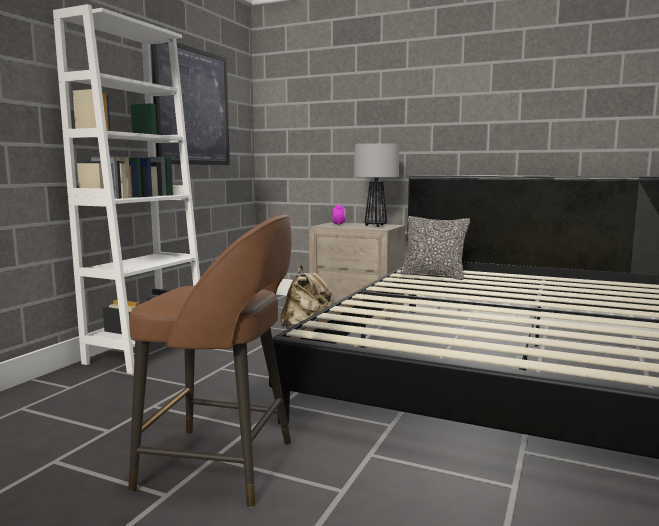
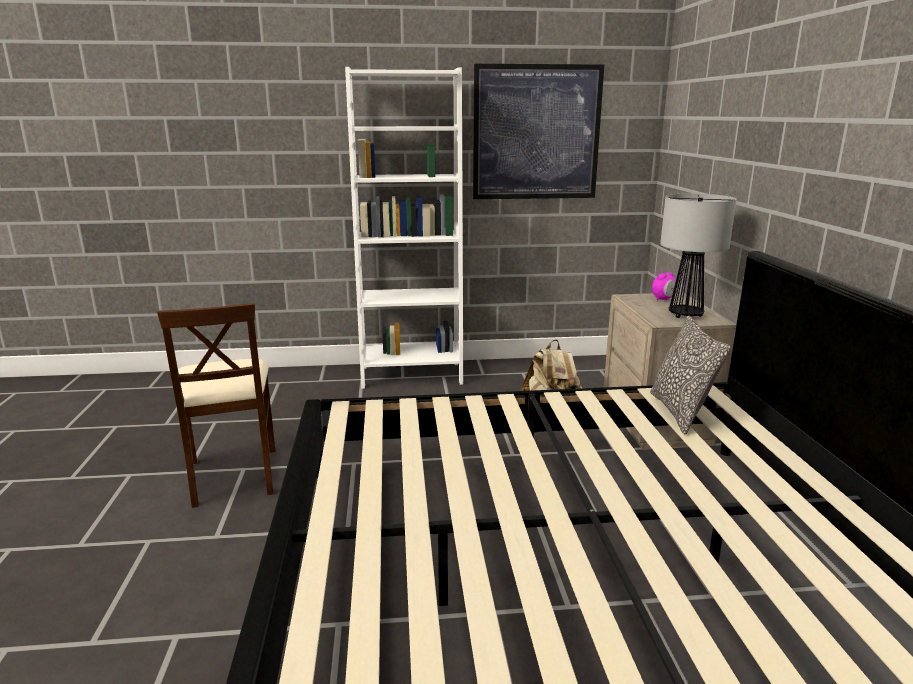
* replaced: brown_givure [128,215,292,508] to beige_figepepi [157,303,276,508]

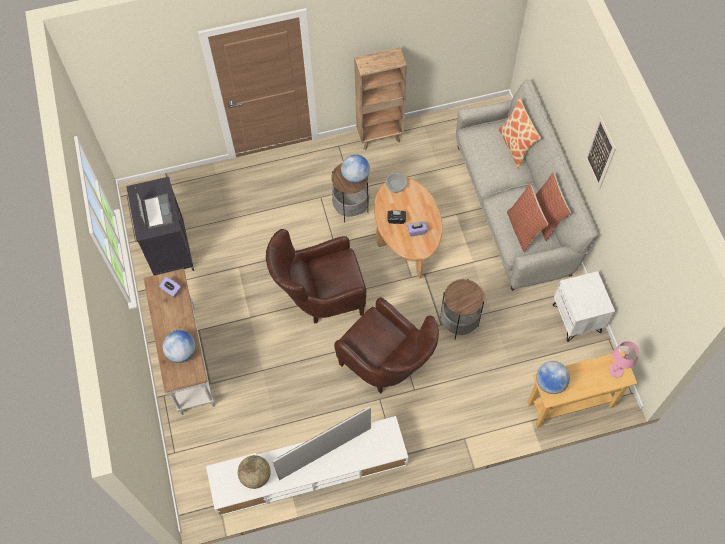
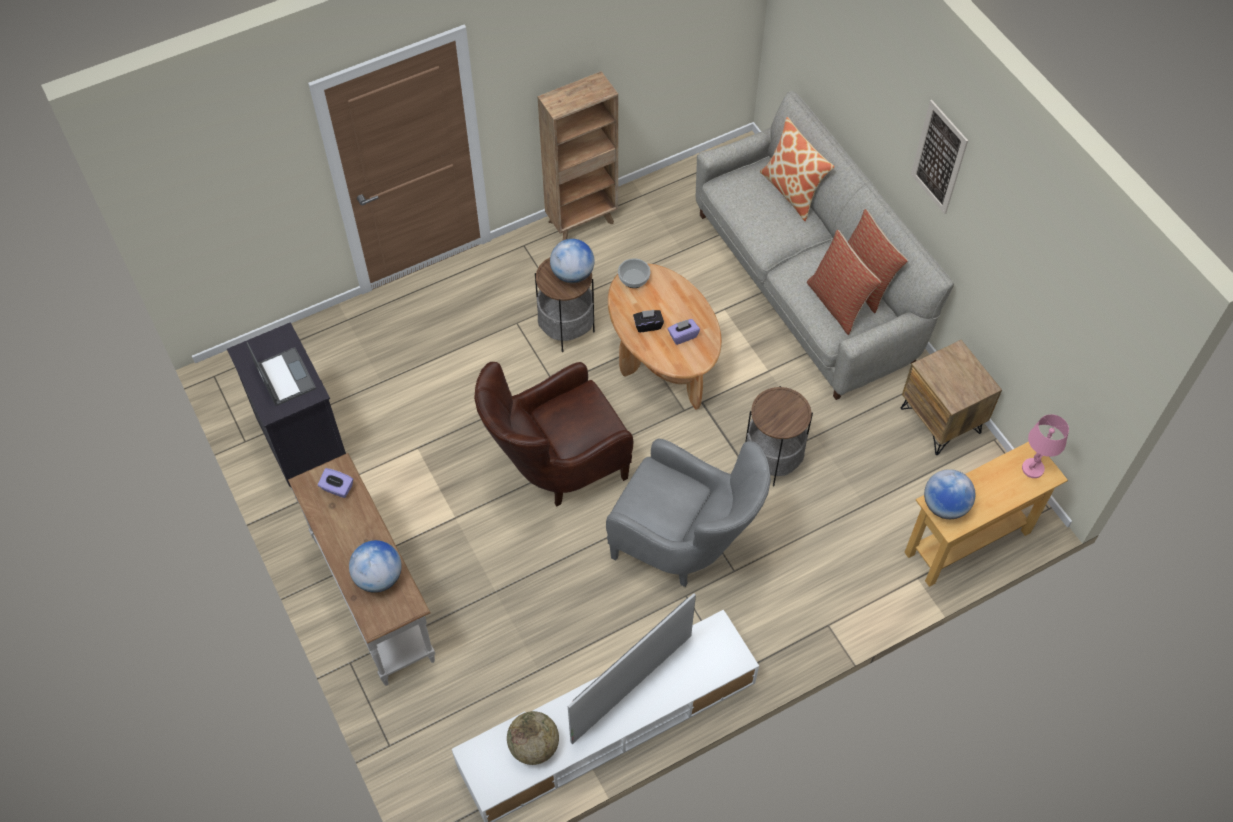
* recoloured: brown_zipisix [334,297,439,393] to grey_zipisix [606,438,771,587]
* recoloured: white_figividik [553,271,615,342] to brown_figividik [901,340,1002,455]

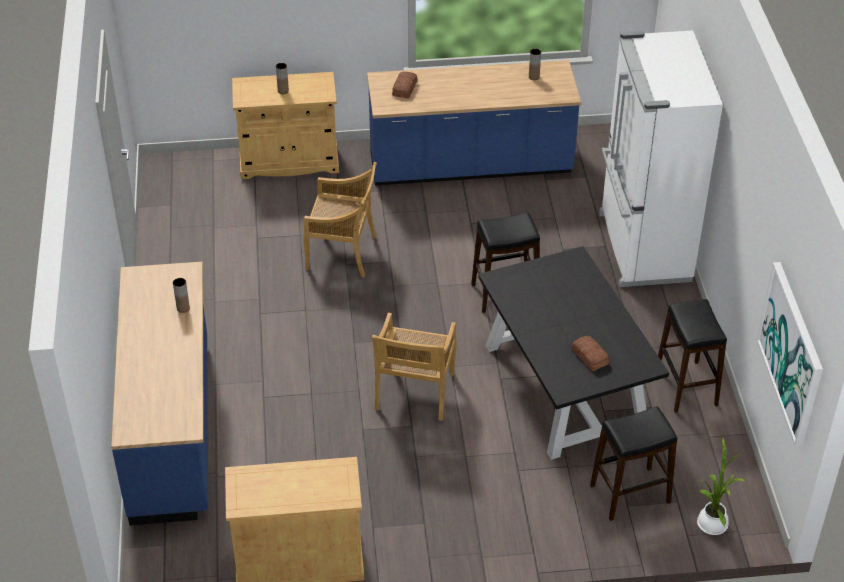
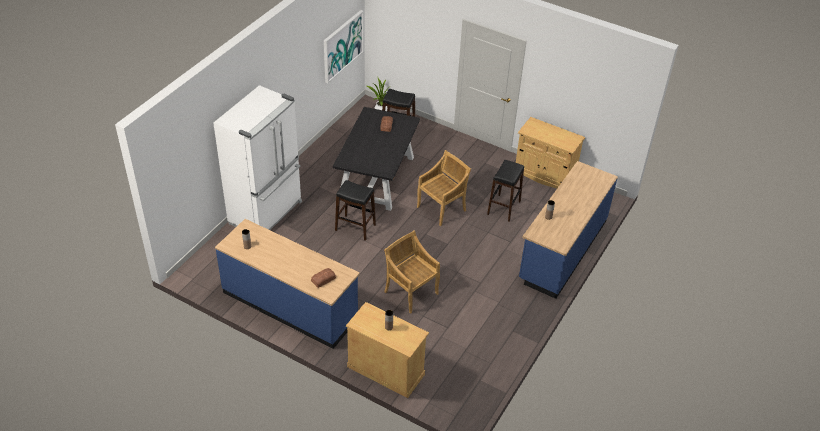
* moved: black_givure [658,299,727,413] to [487,160,524,222]

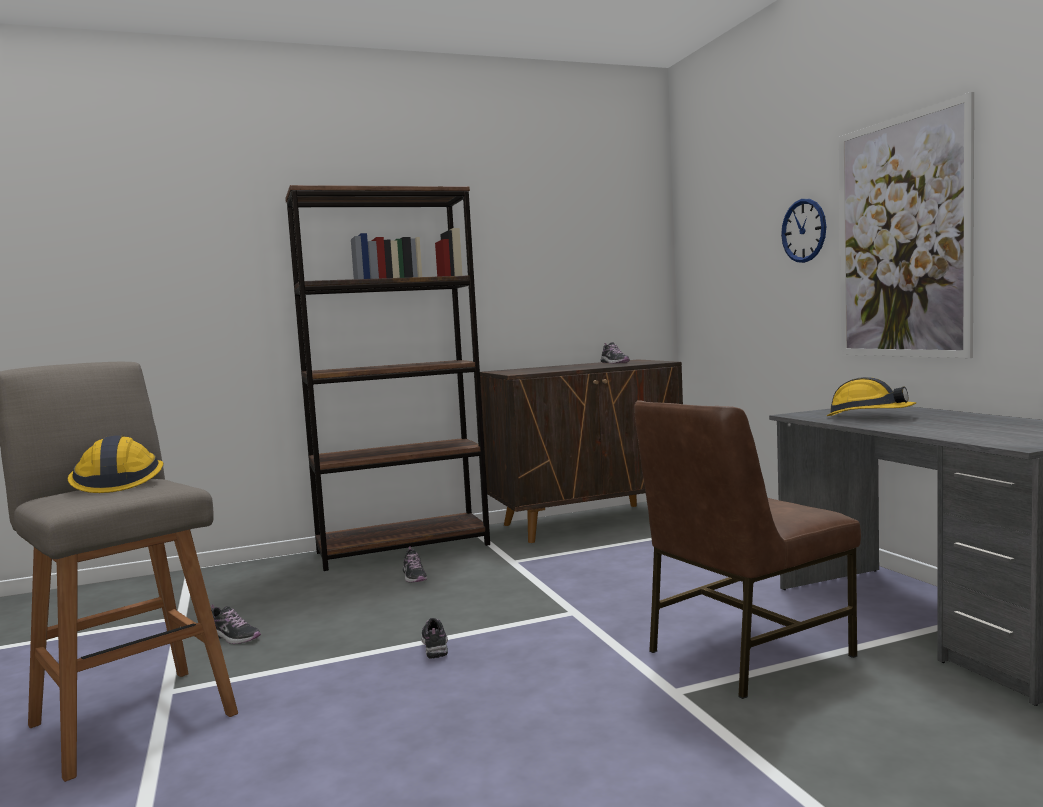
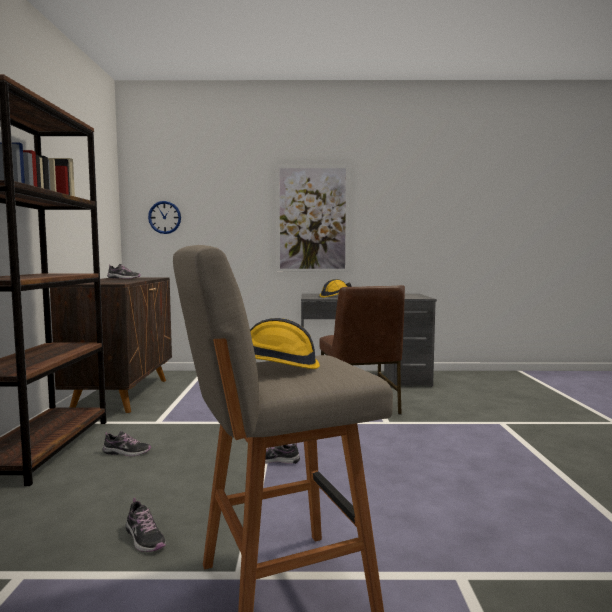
* turned: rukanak [211,604,261,644] = [126,498,166,552] 90 degrees clockwise
* moved: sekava [781,199,826,263] to [148,201,181,234]

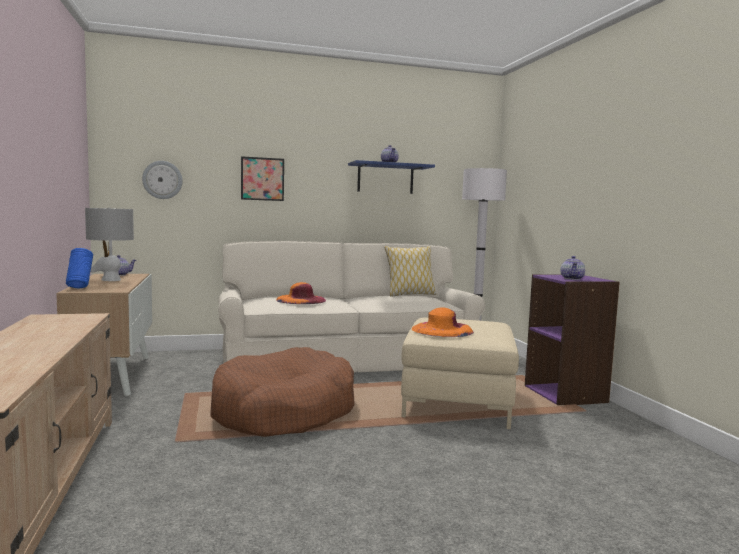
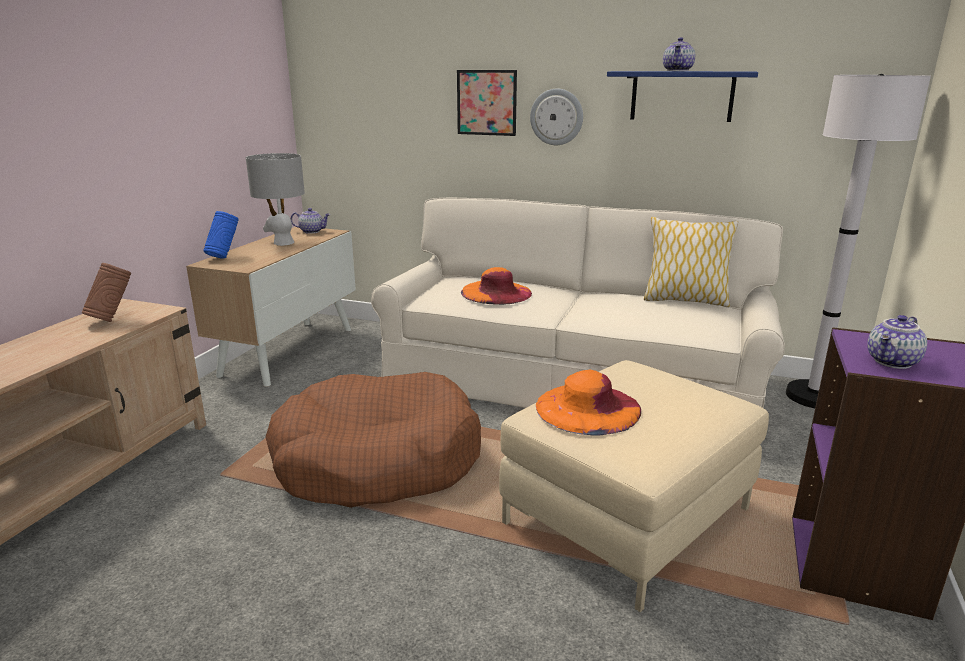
* moved: sekava [142,161,183,199] to [530,89,583,145]
* added: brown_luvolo [82,263,131,322]

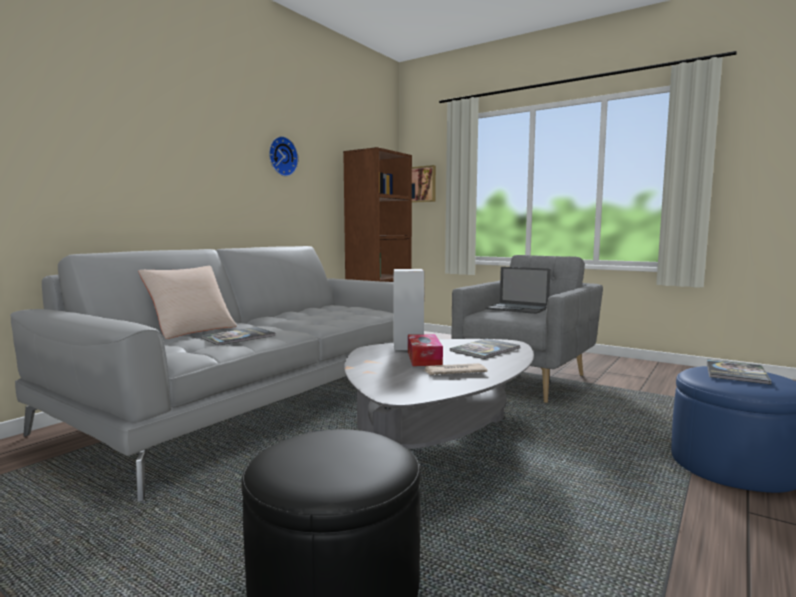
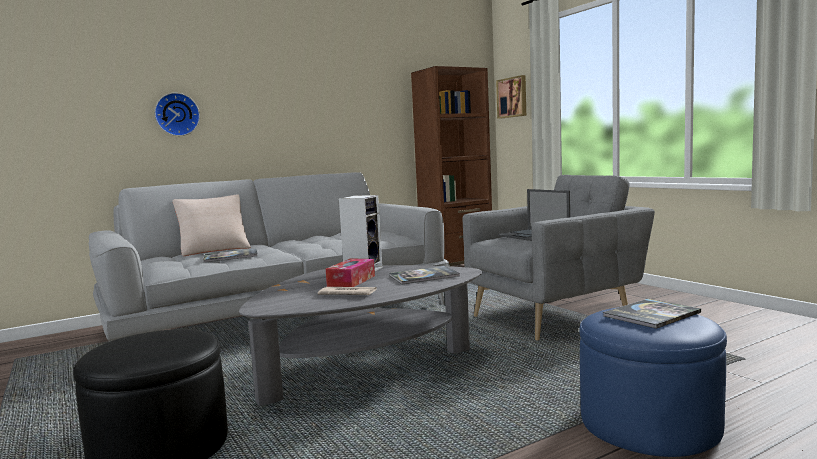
* moved: sekava [269,136,298,176] to [154,93,200,136]

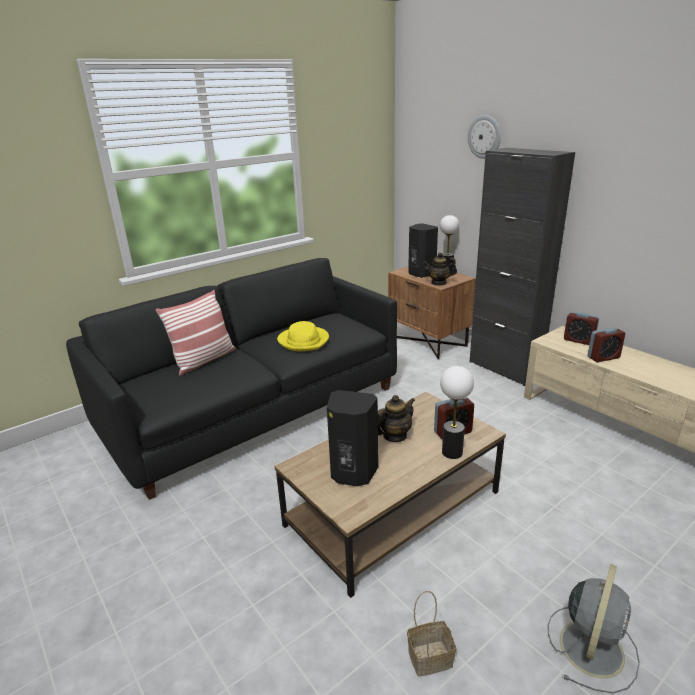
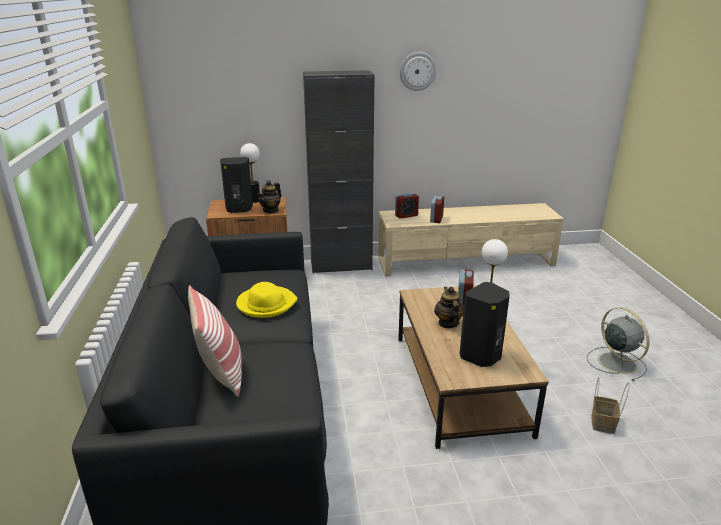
* moved: sekava [468,115,501,159] to [400,52,437,91]

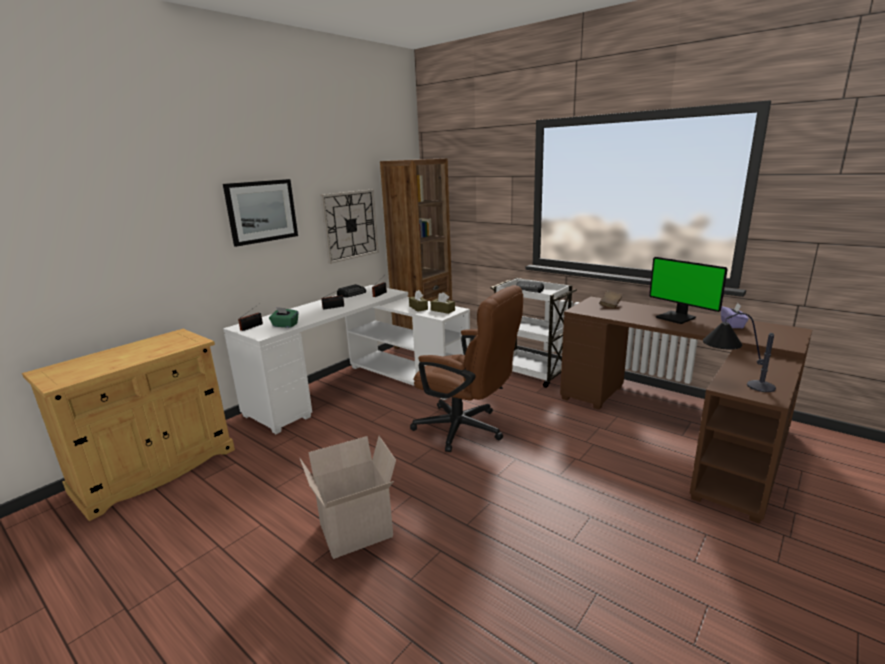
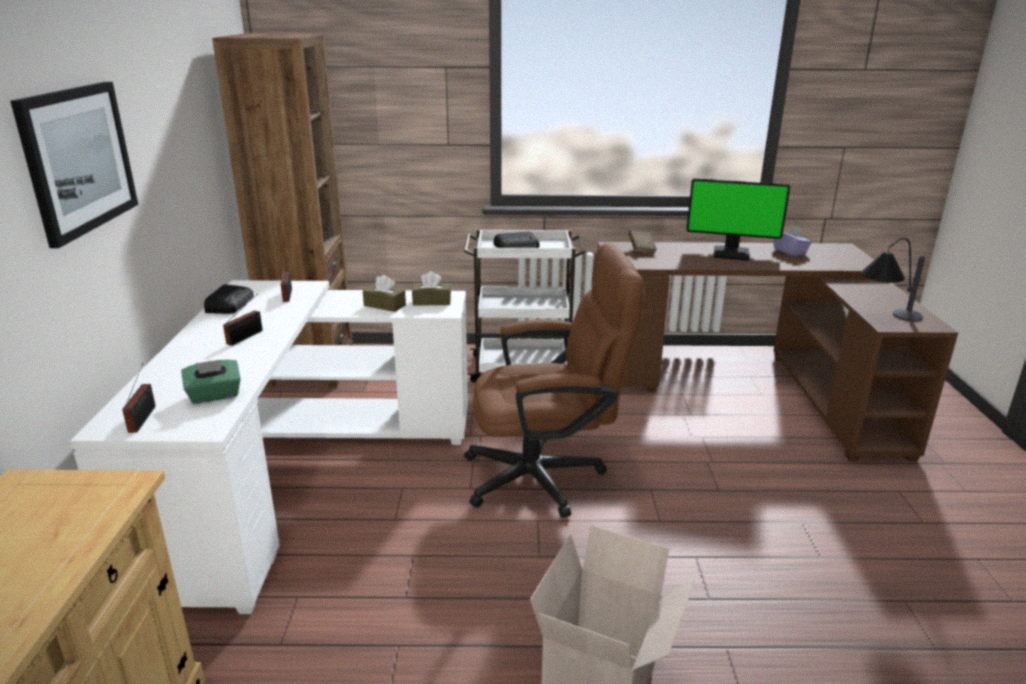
* removed: sekava [320,189,379,264]

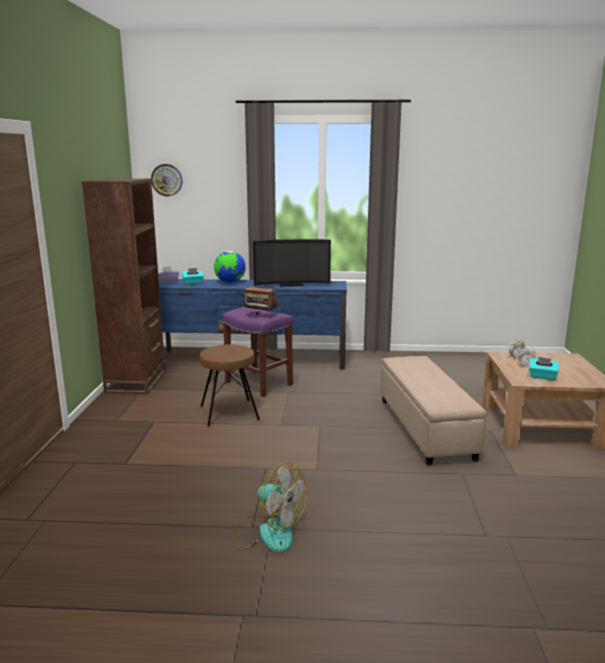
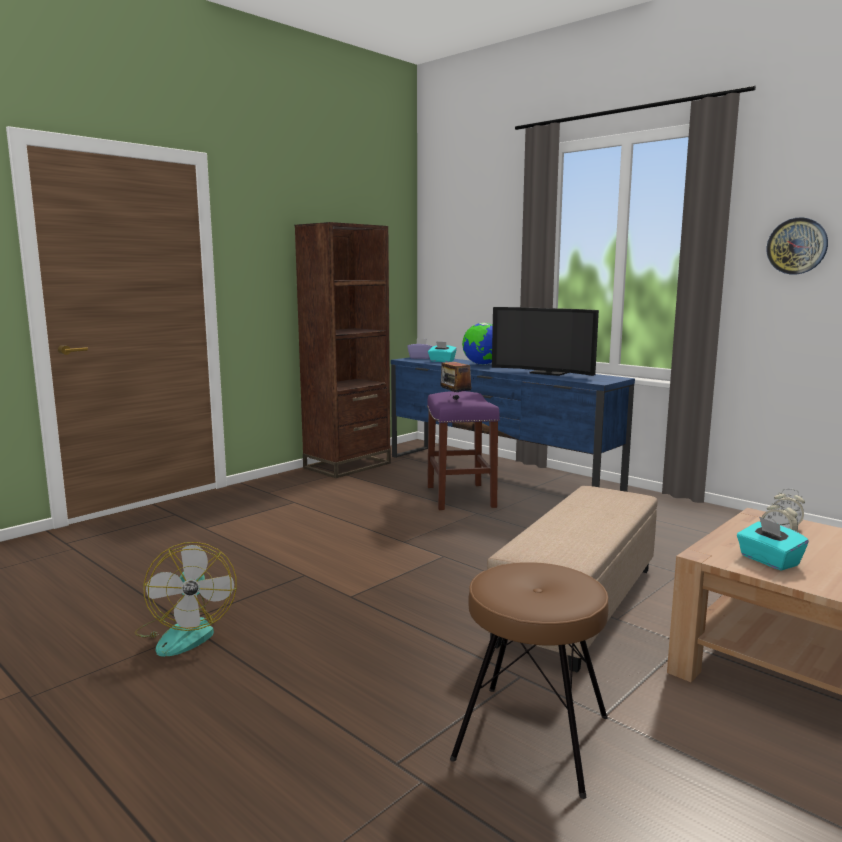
* moved: sekava [151,164,182,196] to [767,217,828,274]
* moved: brown_givure [200,345,260,427] to [450,562,609,799]

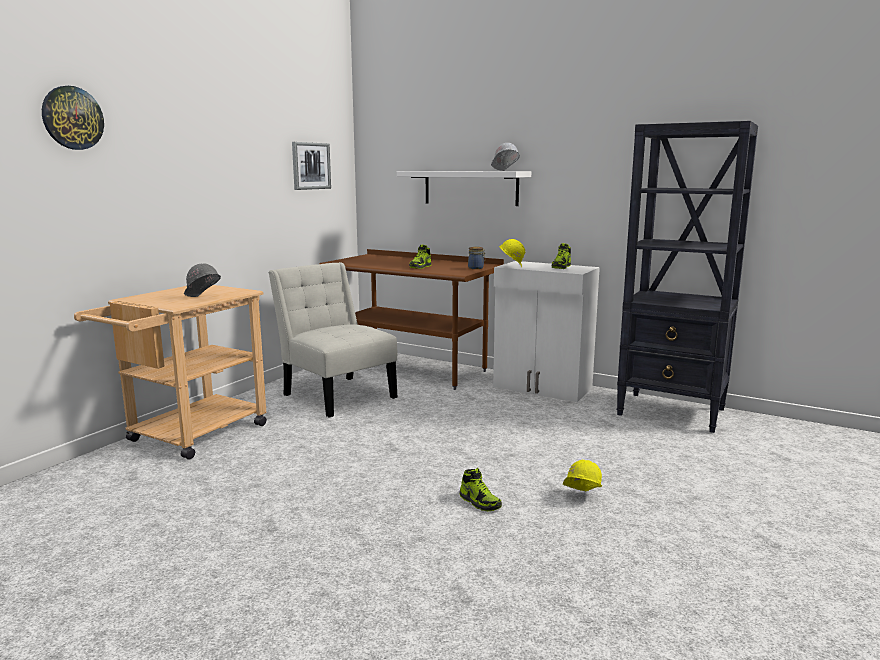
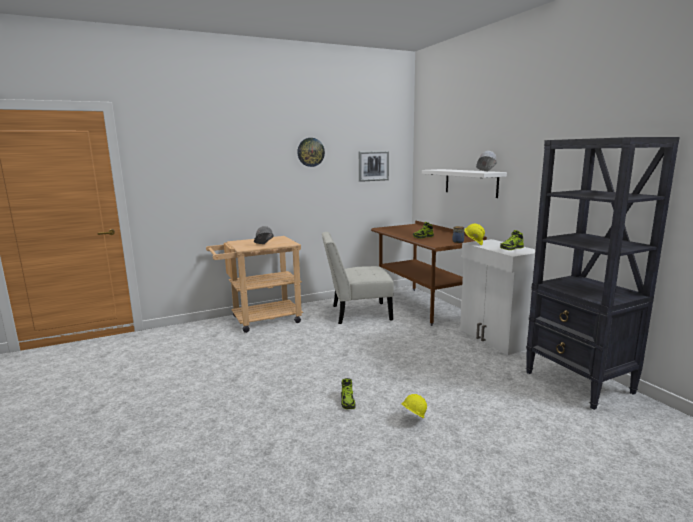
* moved: sekava [42,86,104,150] to [297,138,325,167]
* turned: white_figepepi [268,262,397,417] = [322,232,394,324] 90 degrees counterclockwise

